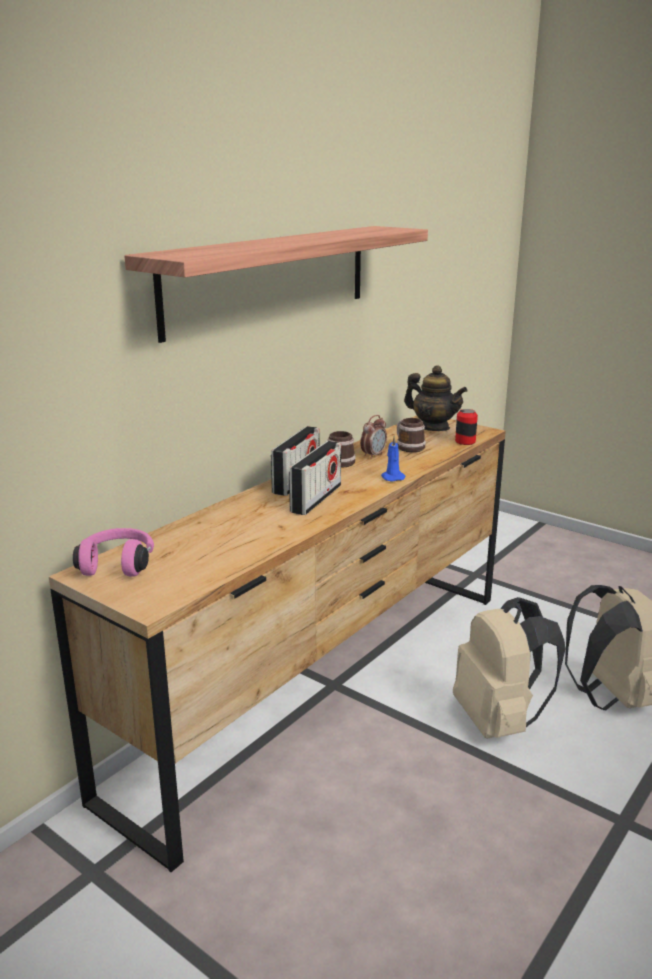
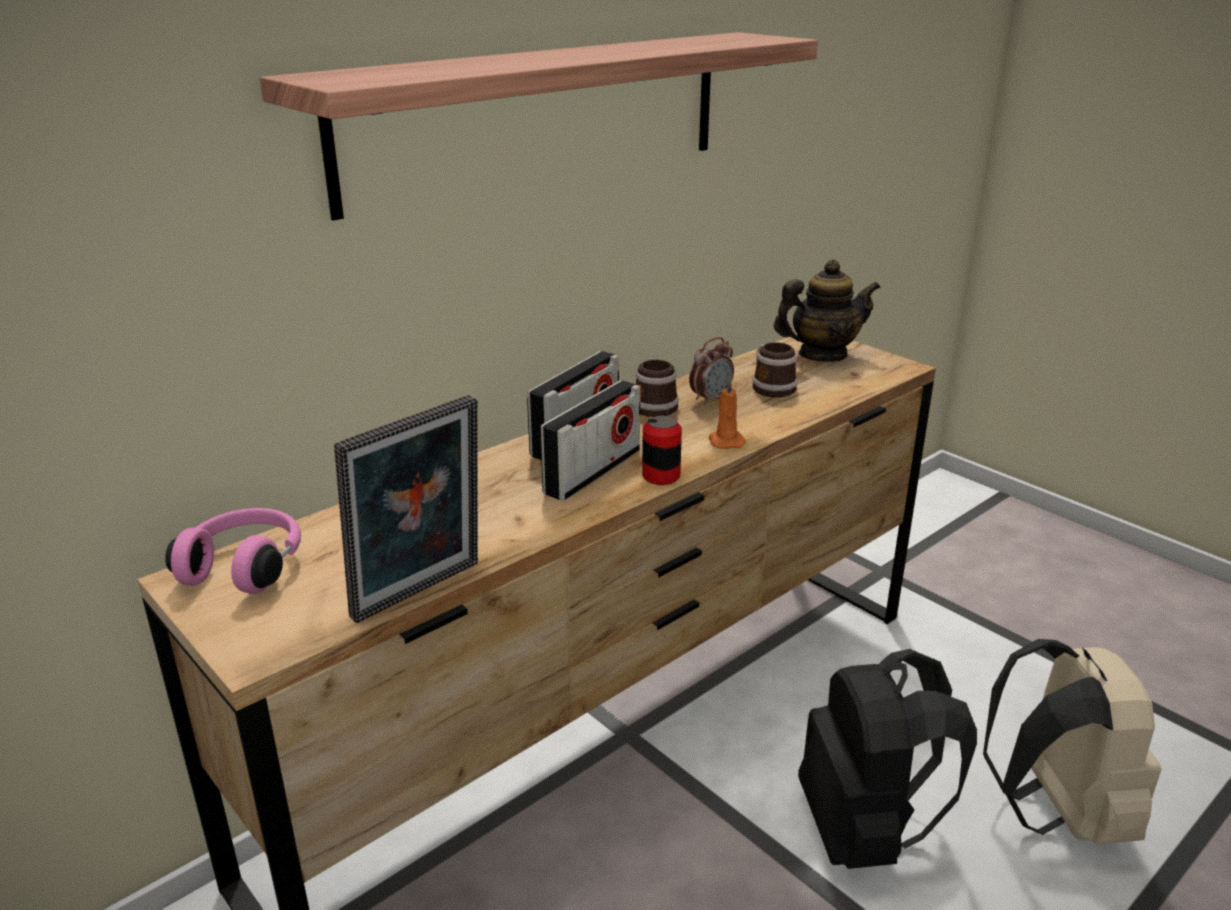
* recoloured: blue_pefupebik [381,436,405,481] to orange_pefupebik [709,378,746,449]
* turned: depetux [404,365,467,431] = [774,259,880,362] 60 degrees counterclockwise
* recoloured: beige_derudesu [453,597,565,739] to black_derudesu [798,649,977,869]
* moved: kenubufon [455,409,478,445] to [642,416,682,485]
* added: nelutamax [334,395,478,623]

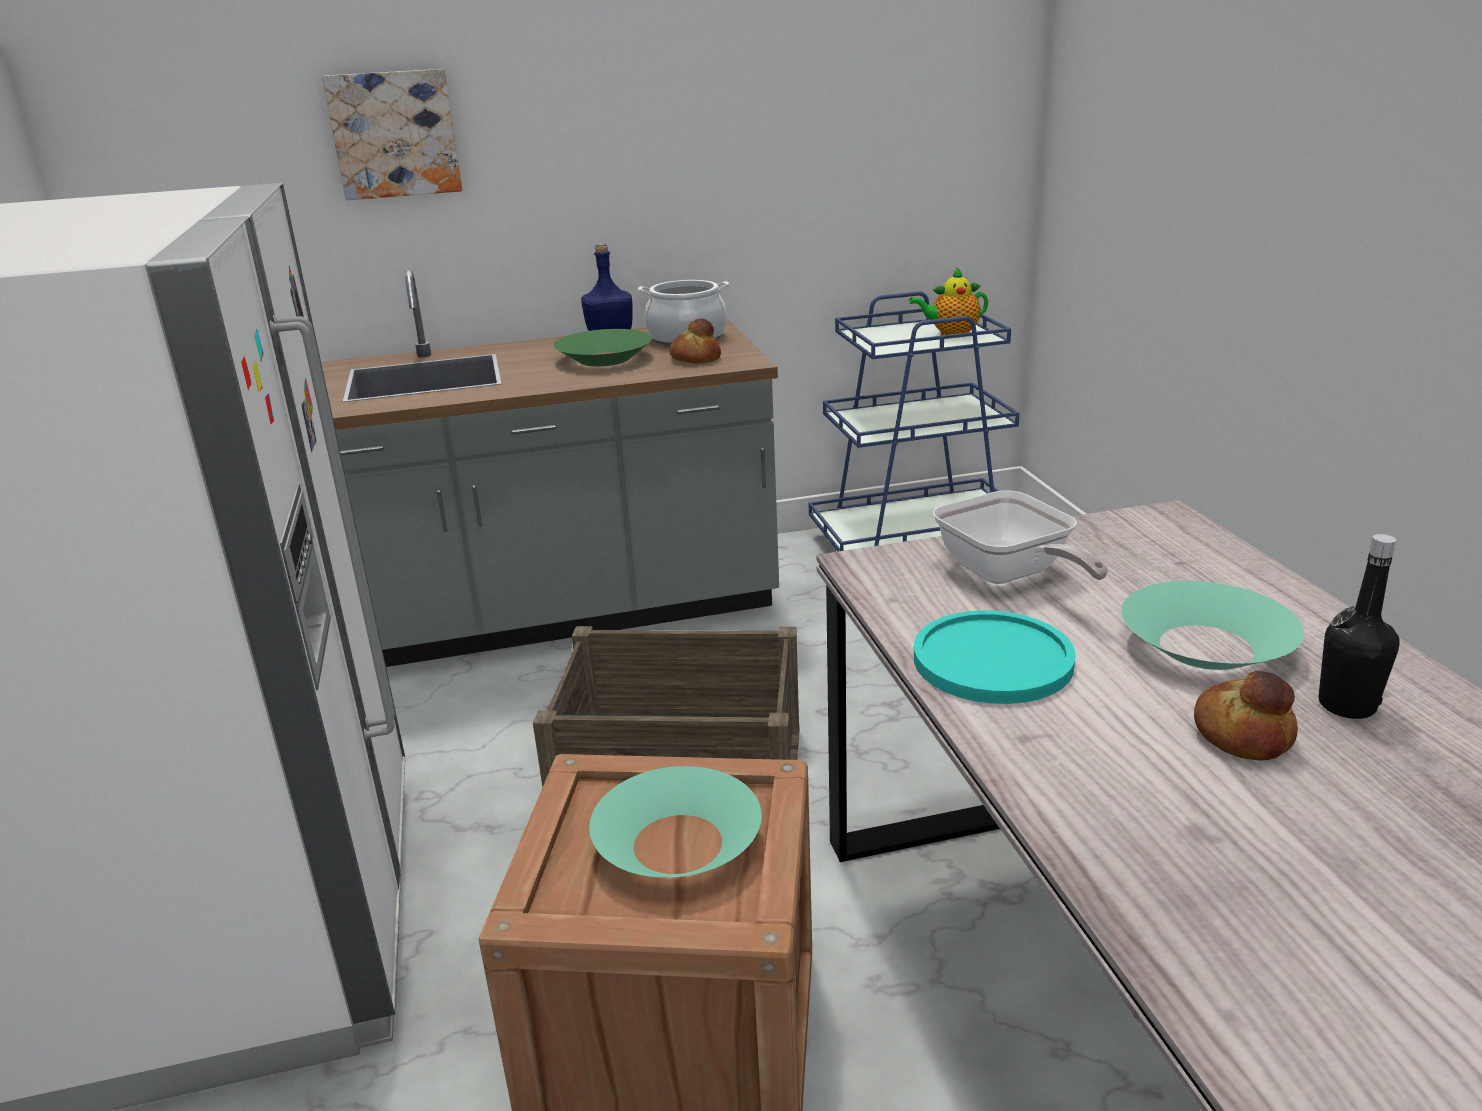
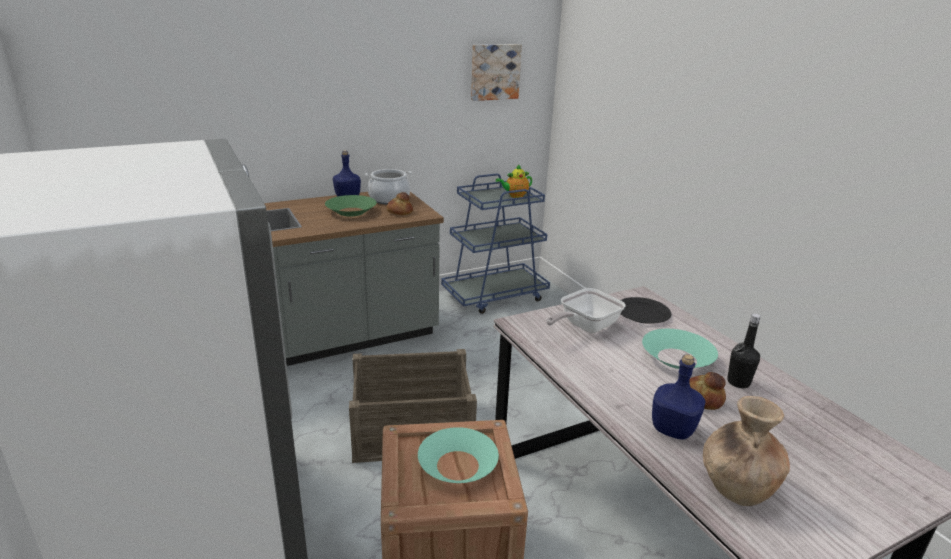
* moved: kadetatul [322,69,462,200] to [471,44,522,101]
* removed: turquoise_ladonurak [914,610,1076,704]
* turned: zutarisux [933,490,1109,584] = [546,288,626,333] 90 degrees clockwise
* added: black_ladonurak [621,297,672,324]
* added: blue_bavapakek [652,354,706,440]
* added: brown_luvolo [703,396,790,506]

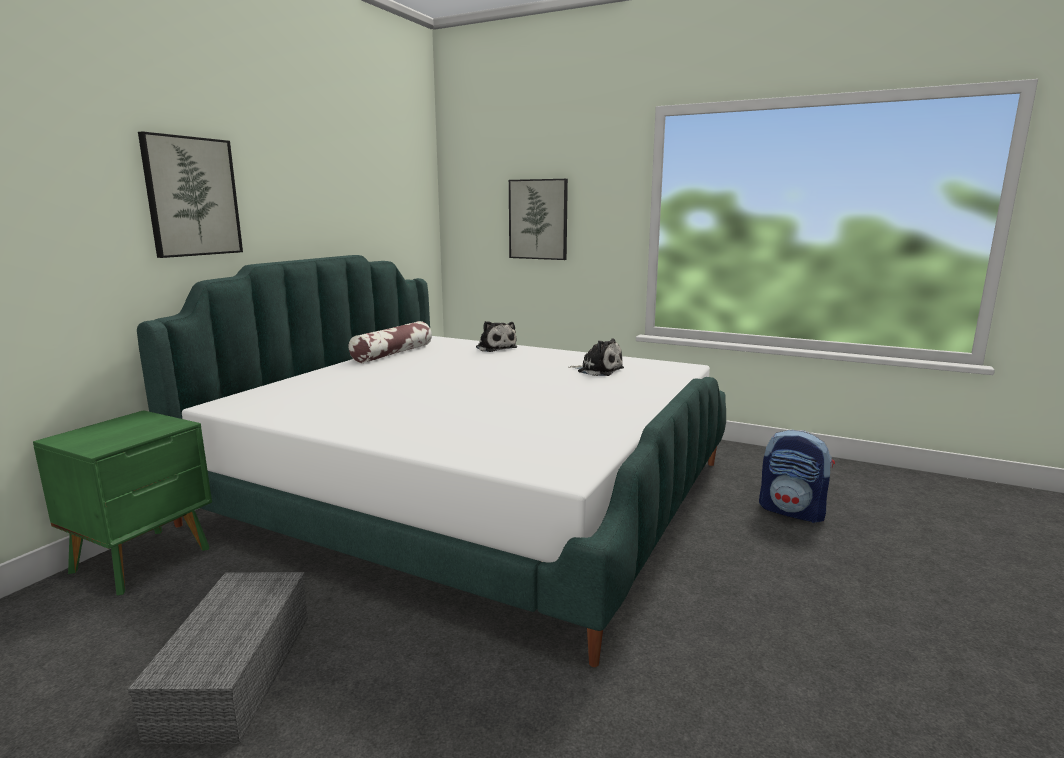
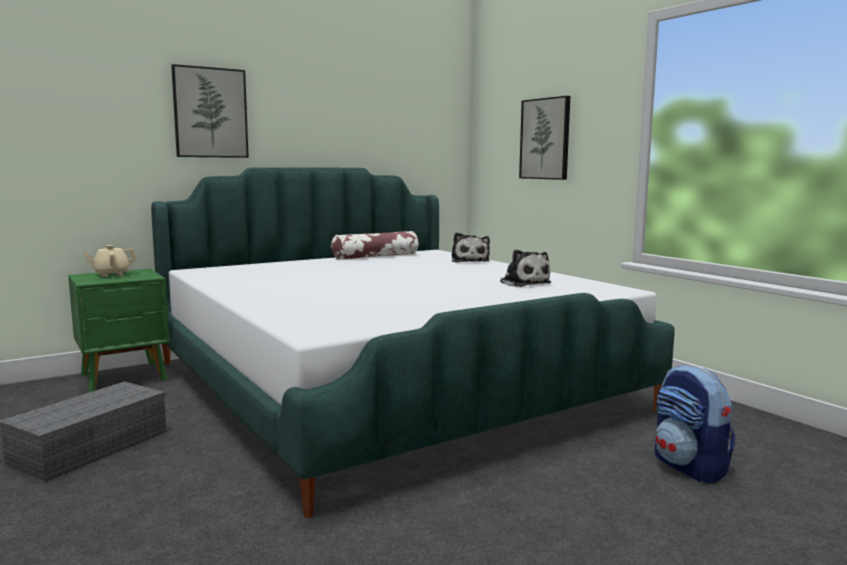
* added: beige_depetux [83,245,137,277]

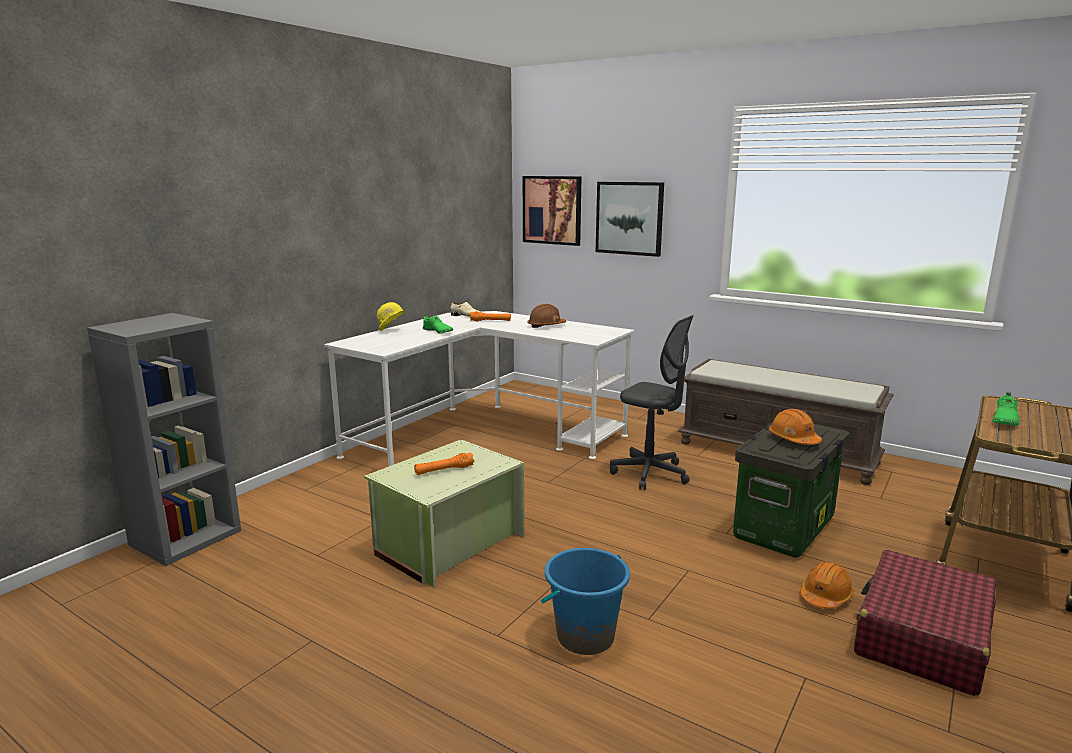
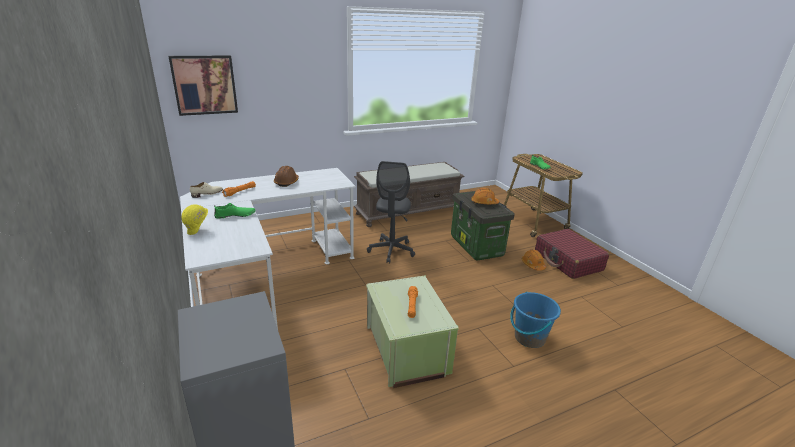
* removed: kadetatul [596,182,664,257]
* turned: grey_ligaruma [610,315,694,490] = [367,161,415,264] 120 degrees clockwise

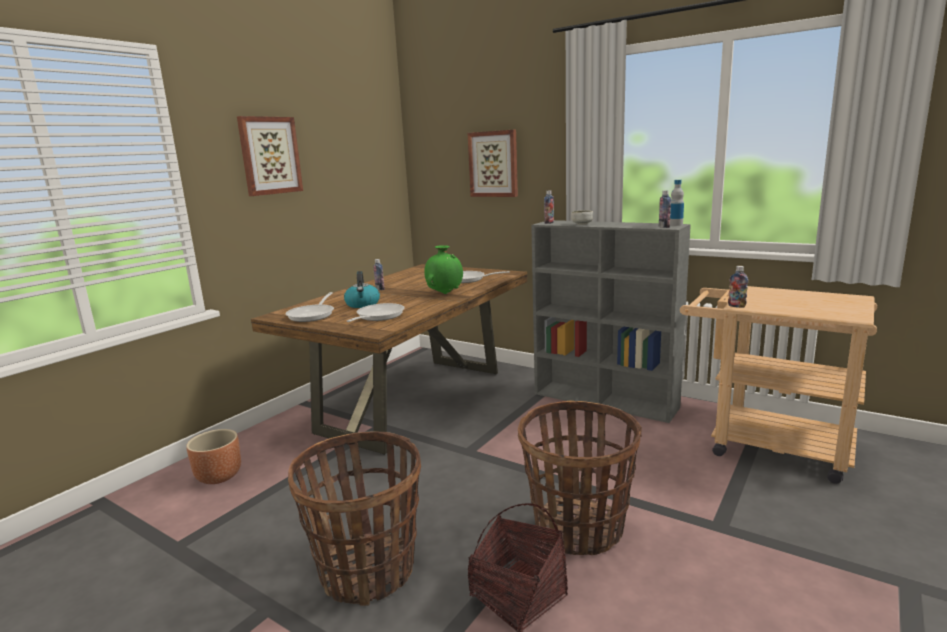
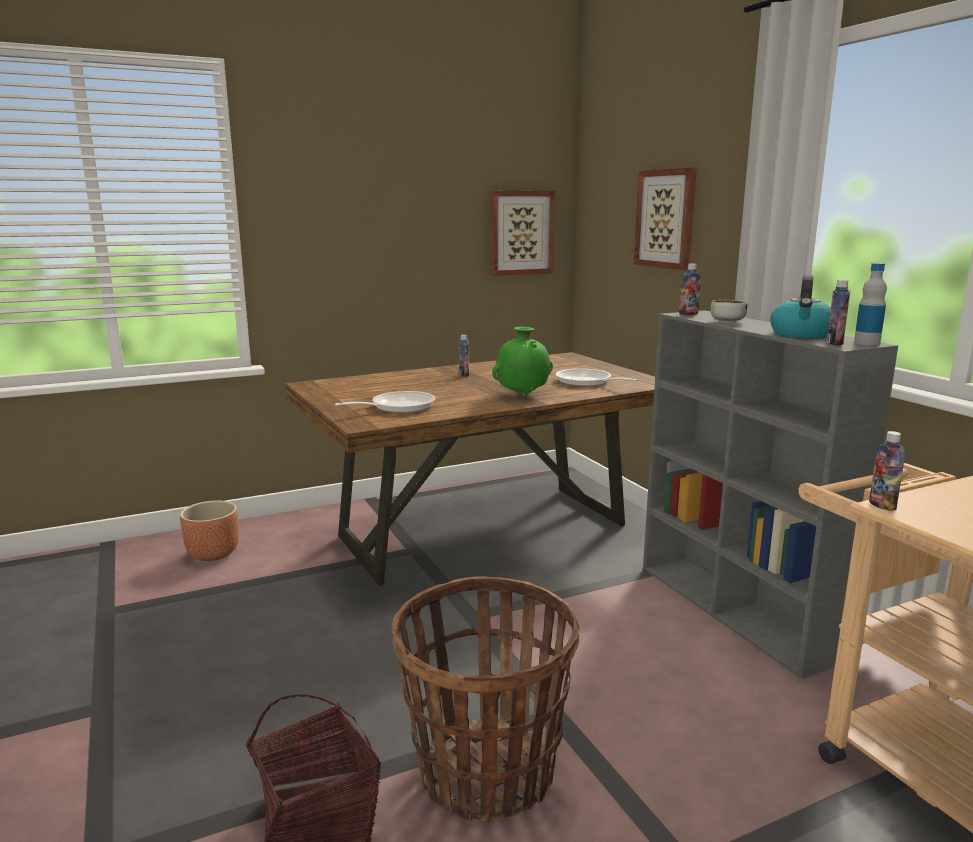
* moved: kadetatul [237,116,303,196] to [490,190,555,276]
* removed: zutarisux [285,292,334,322]
* removed: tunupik [288,431,421,606]
* moved: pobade [344,271,380,308] to [770,275,831,338]

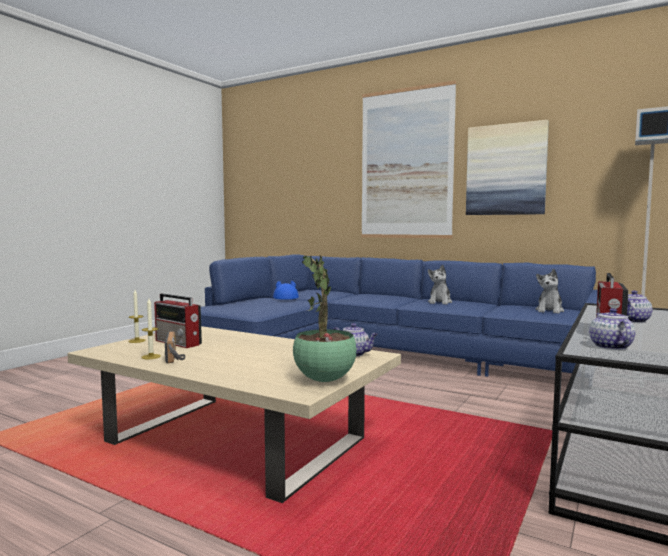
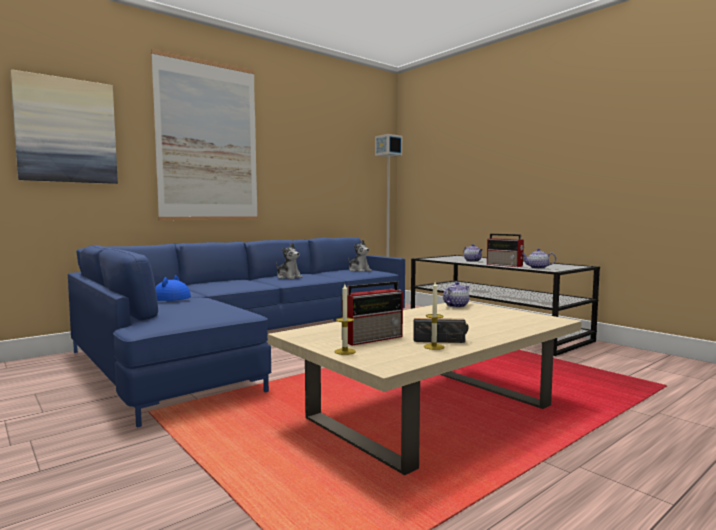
* removed: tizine [293,255,356,382]
* moved: kadetatul [466,120,549,215] to [10,69,118,184]

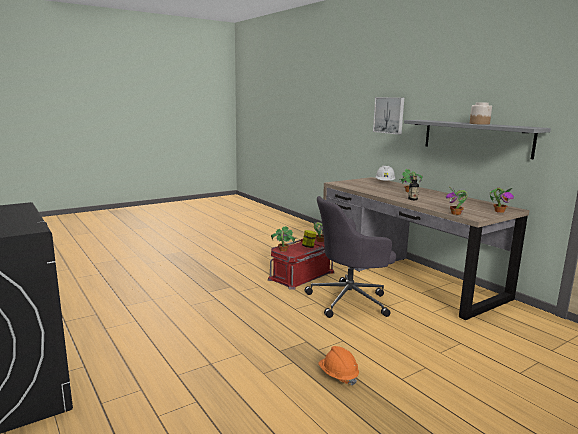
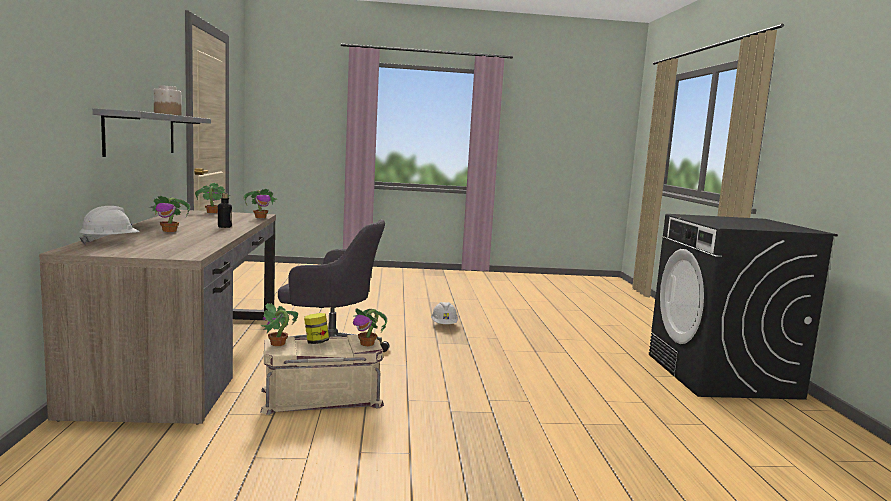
* recoloured: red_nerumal [268,238,334,290] to beige_nerumal [260,335,384,415]
* recoloured: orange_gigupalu [318,346,359,386] to white_gigupalu [431,302,458,324]
* removed: kadetatul [373,97,404,135]

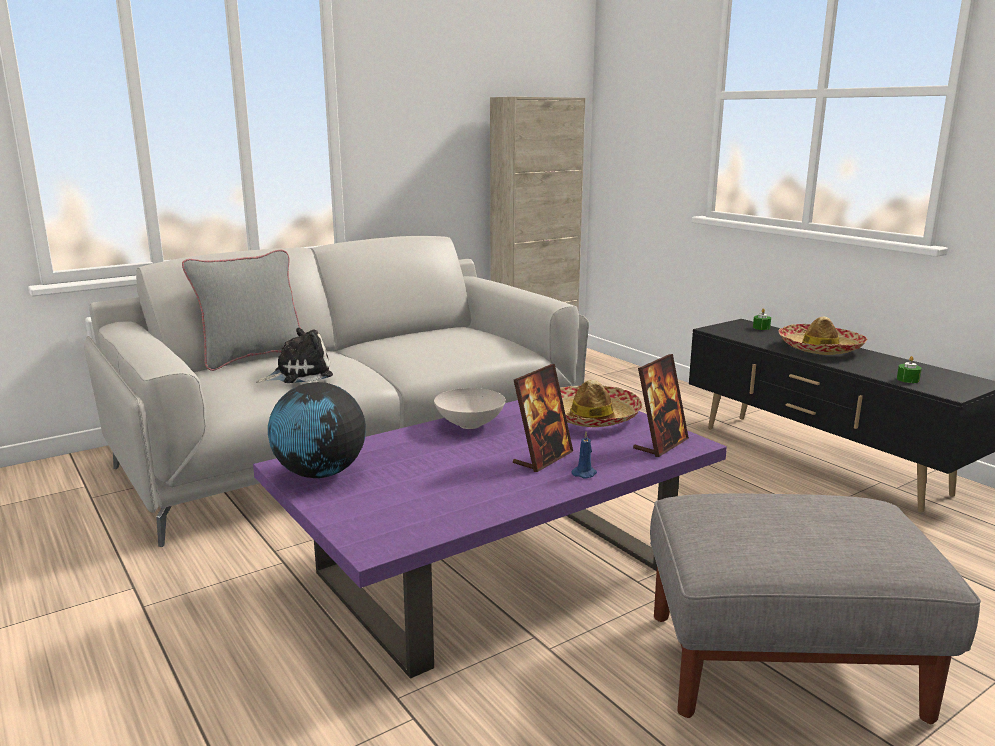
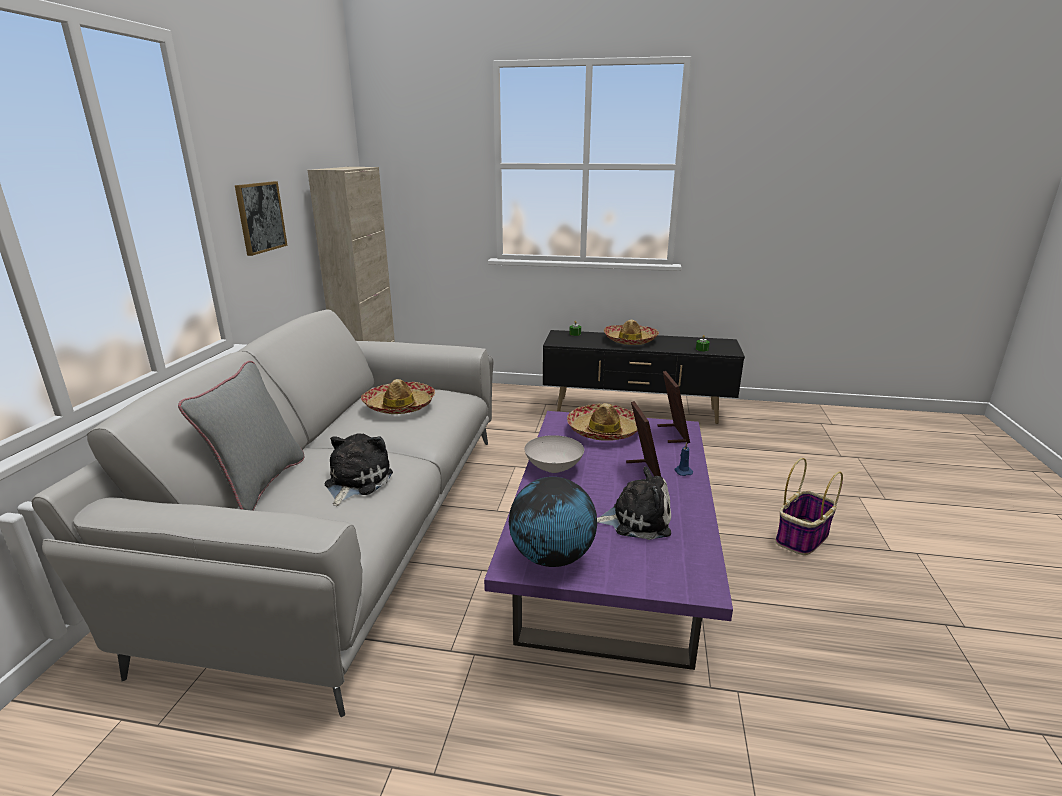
* replaced: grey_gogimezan [650,493,981,724] to tunupik [775,458,843,555]
* added: kadetatul [235,181,288,256]
* added: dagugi [361,379,435,414]
* added: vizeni [597,467,671,540]

